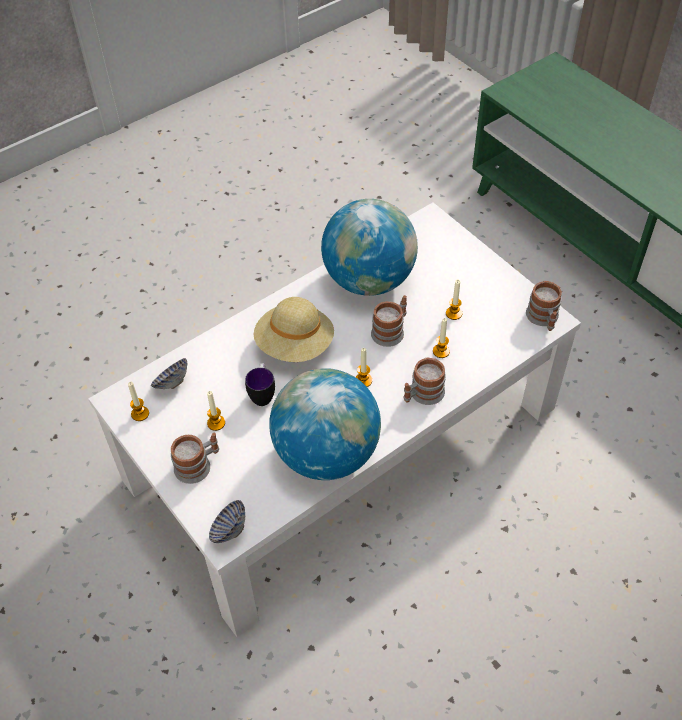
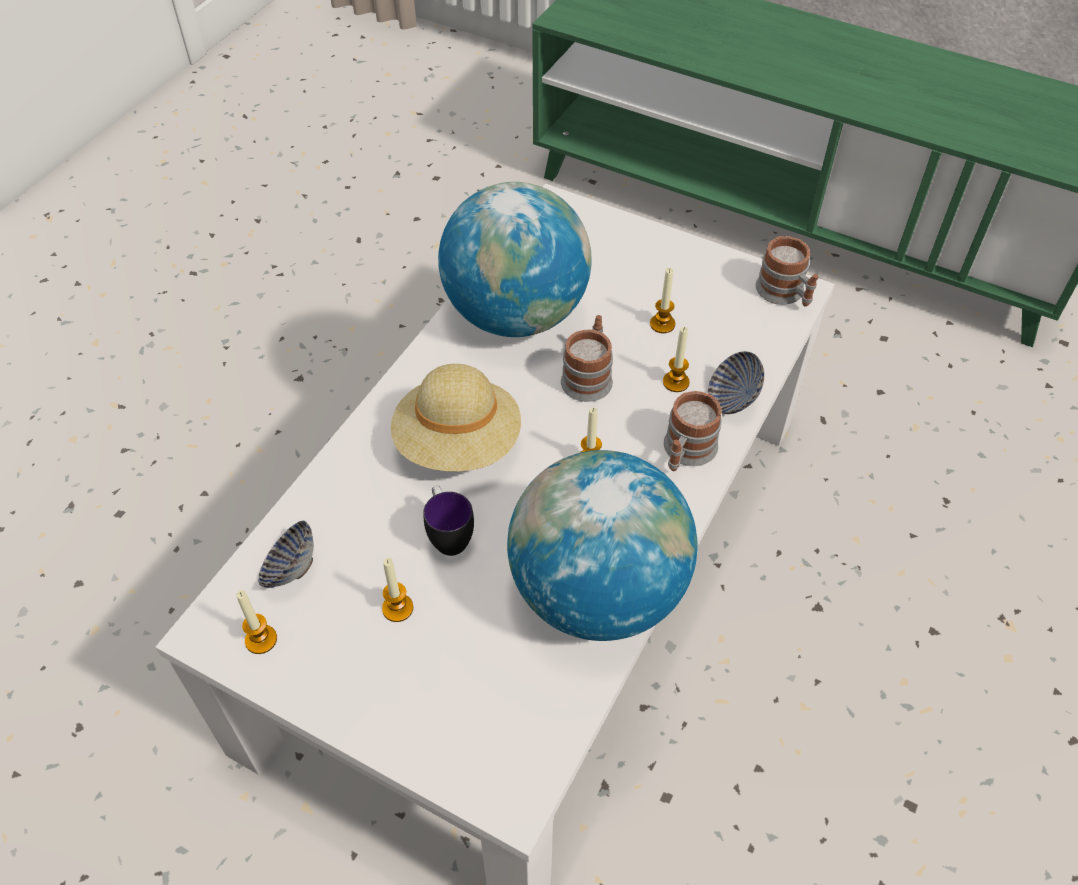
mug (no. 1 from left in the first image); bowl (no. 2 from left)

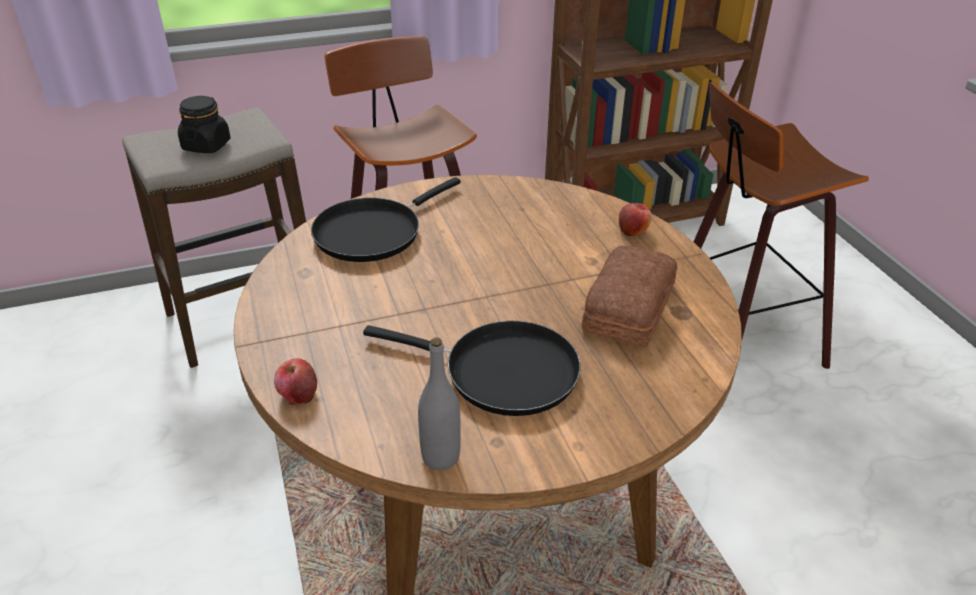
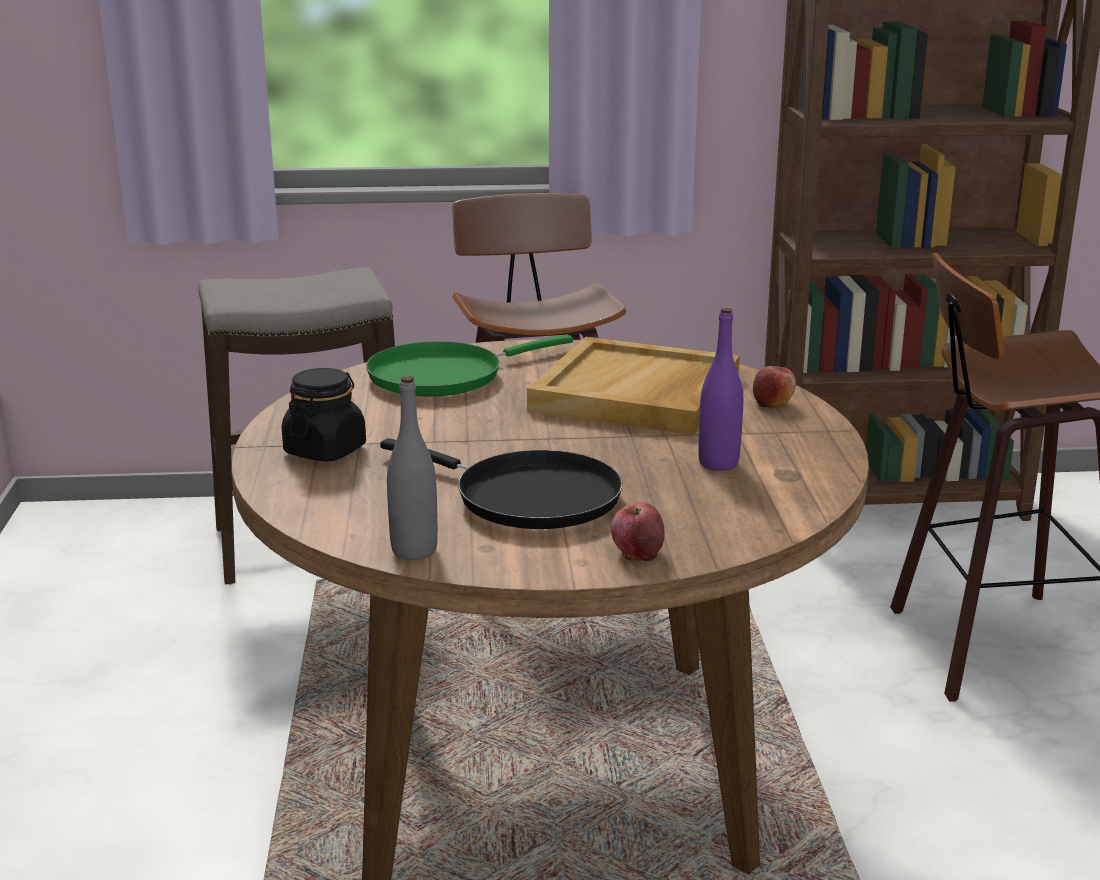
black preserve jar; apple (no. 1 from left); greenish pan; purplish drink bottle; sand-coloured tray

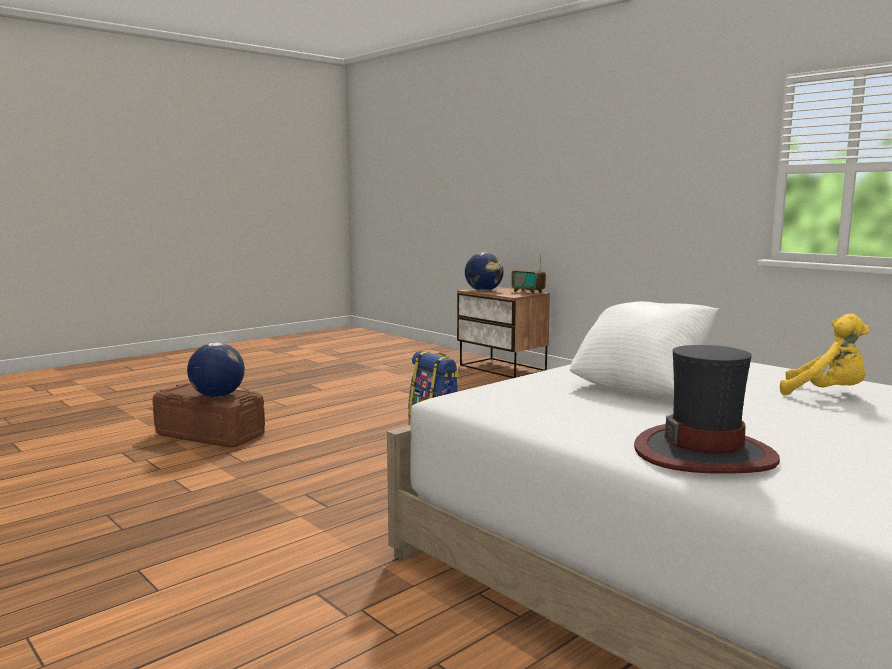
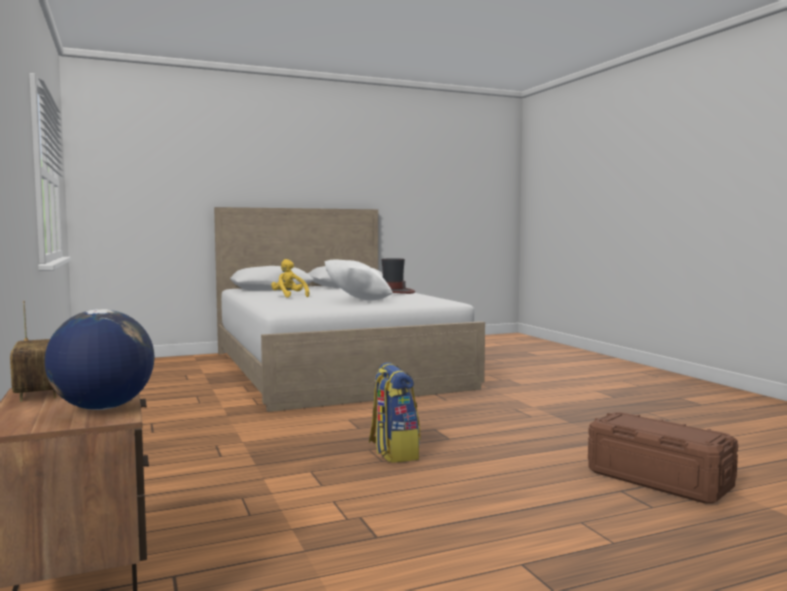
world globe (no. 1 from left in the first image)

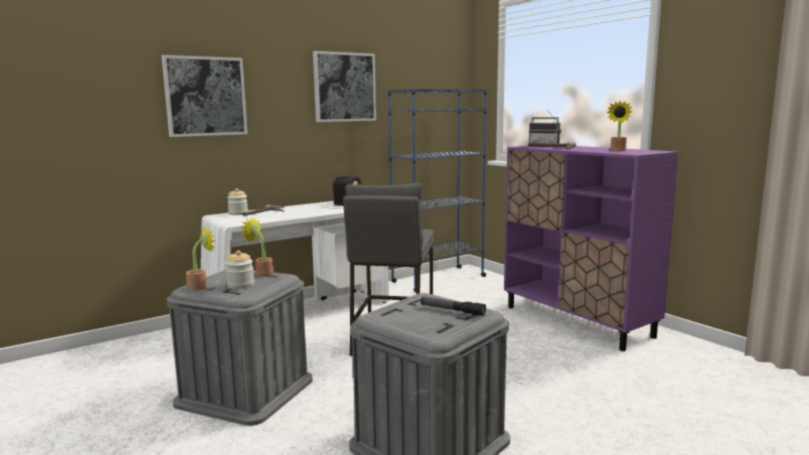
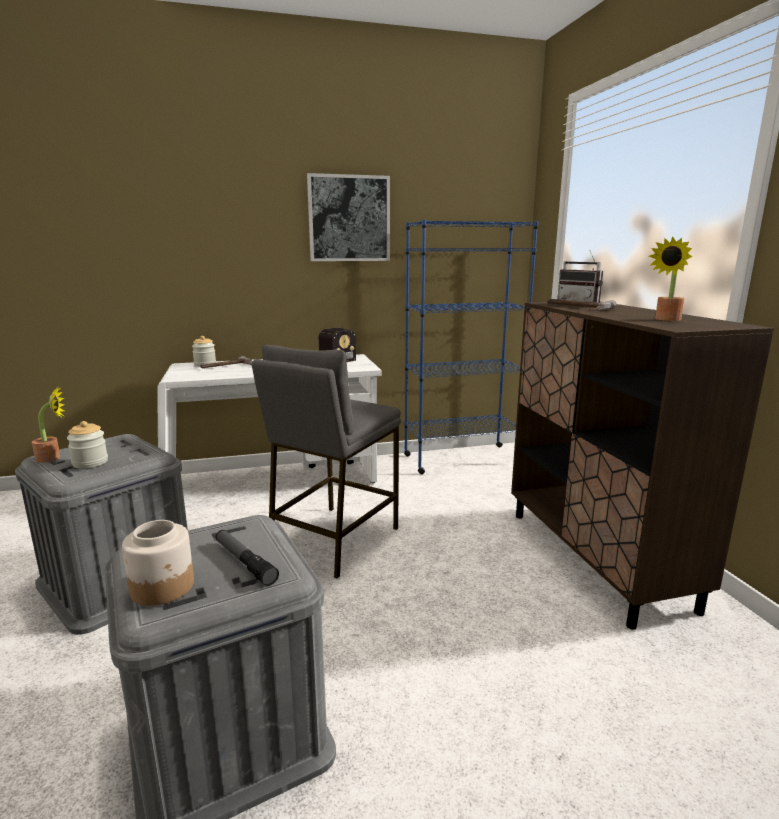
wall art (no. 1 from left in the first image); plant in a pot (no. 2 from left in the first image); brownish storage cabinet; preserve jar (no. 2 from left)

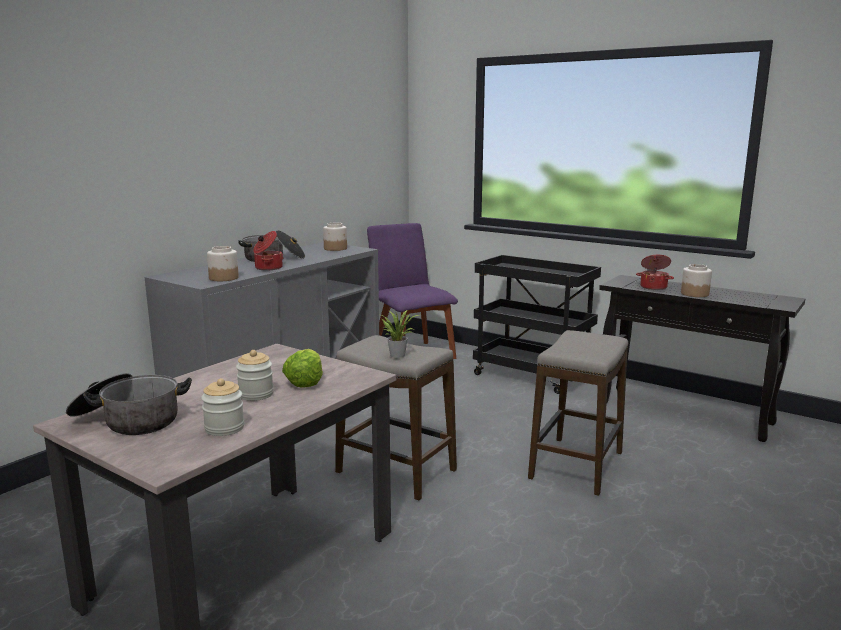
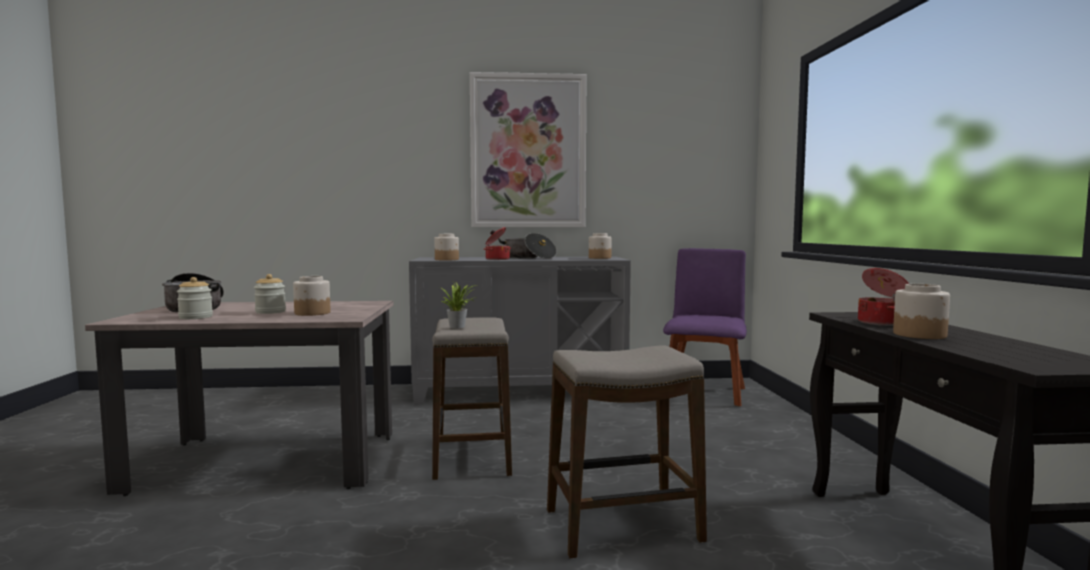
preserve jar (no. 3 from left); black trolley; wall art

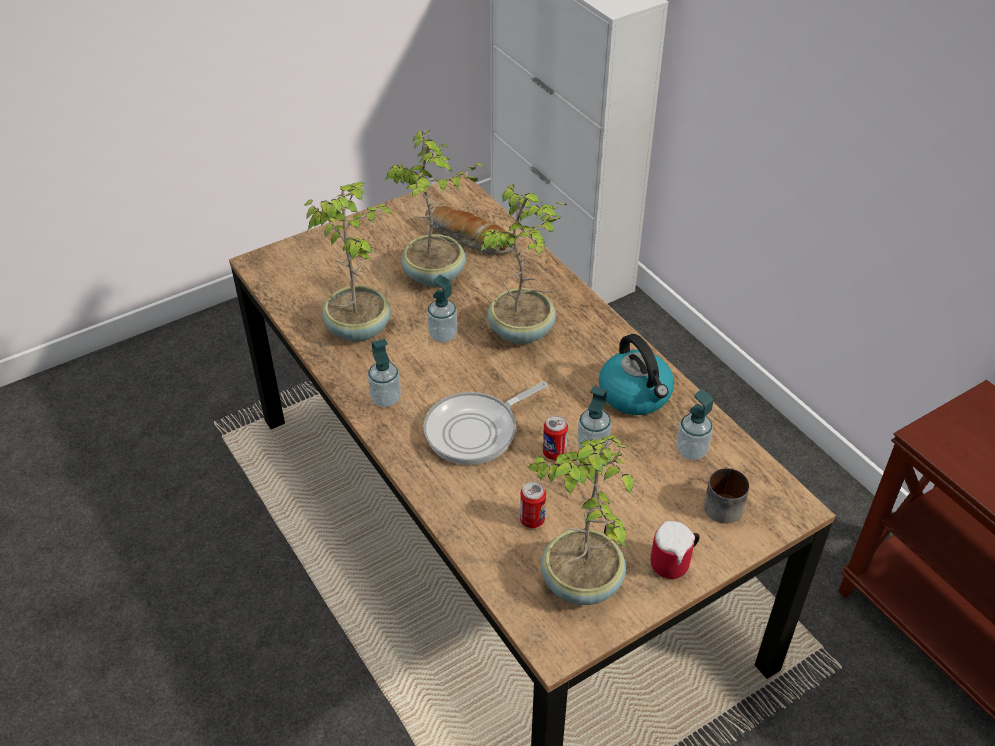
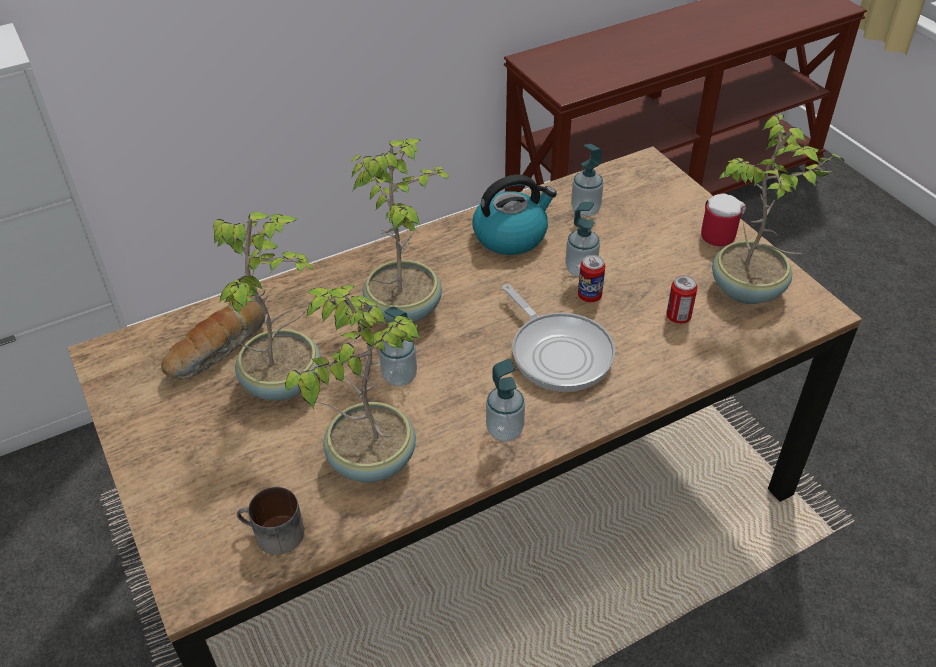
mug (no. 1 from left)

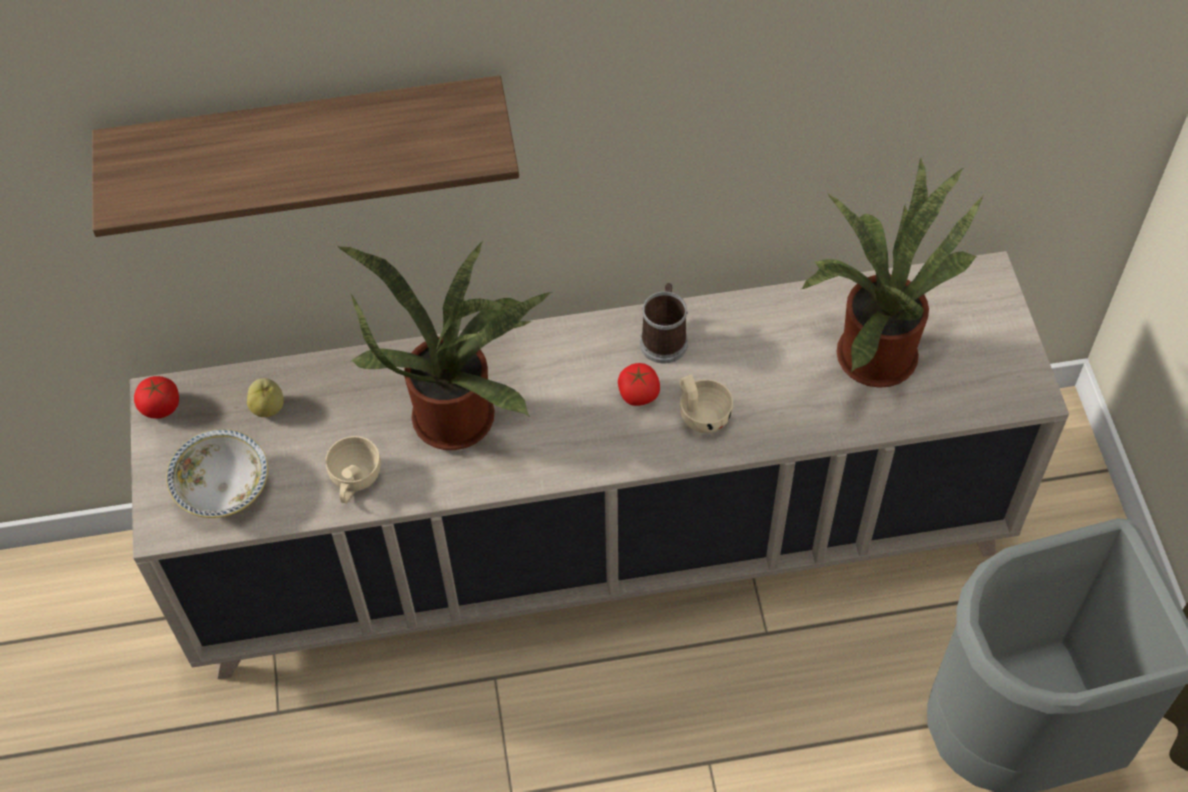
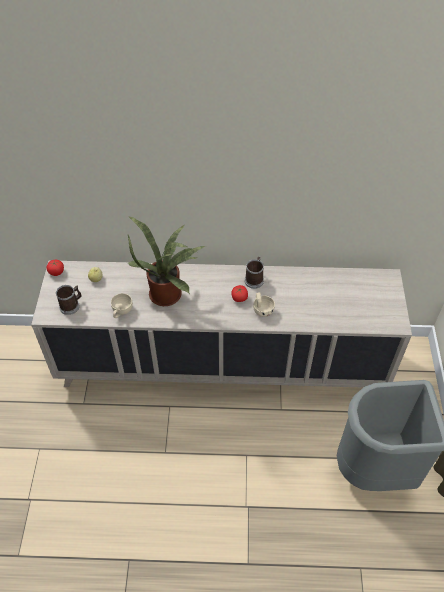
wall shelf; mug (no. 1 from left); plant in a pot (no. 2 from left in the first image)

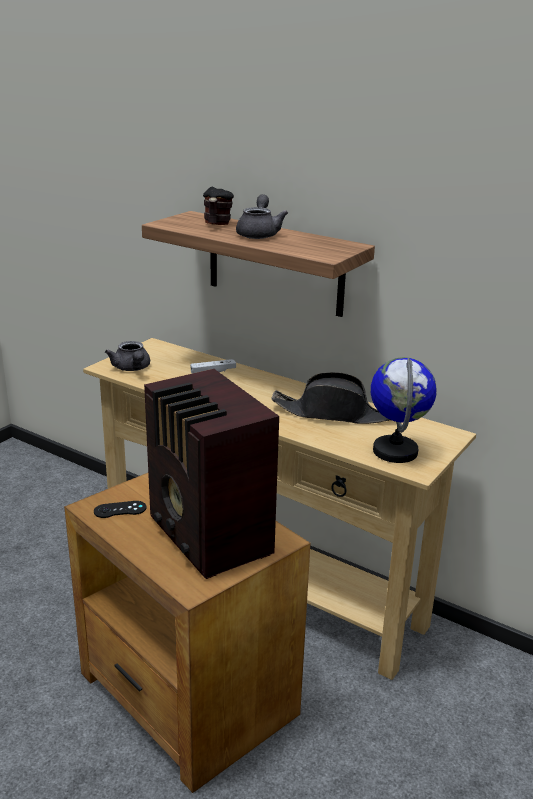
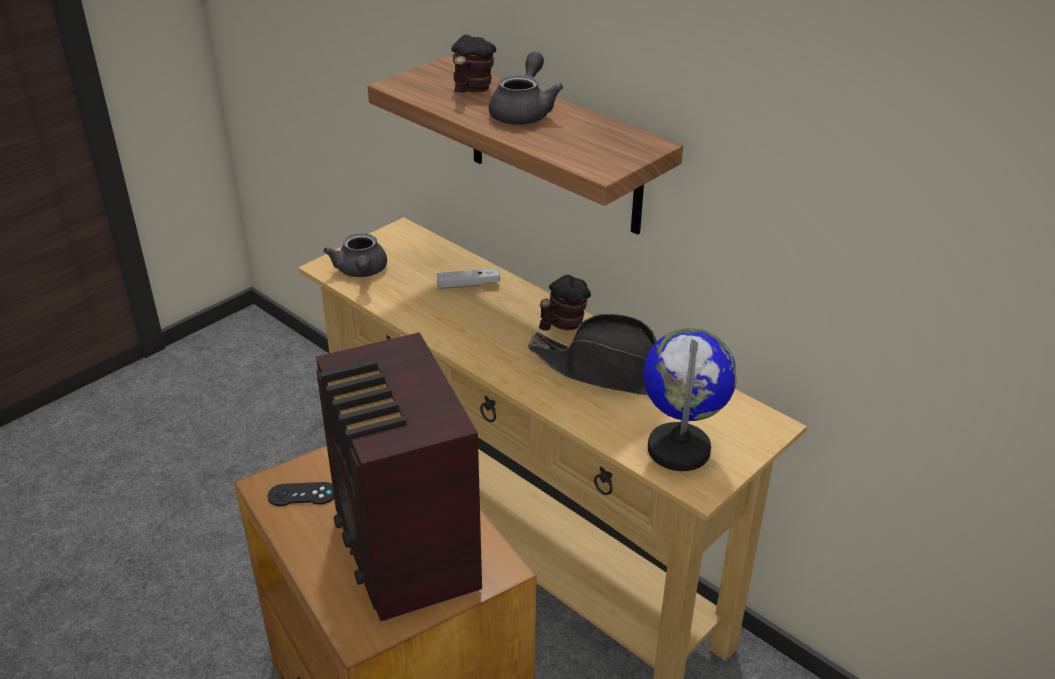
mug (no. 2 from left)

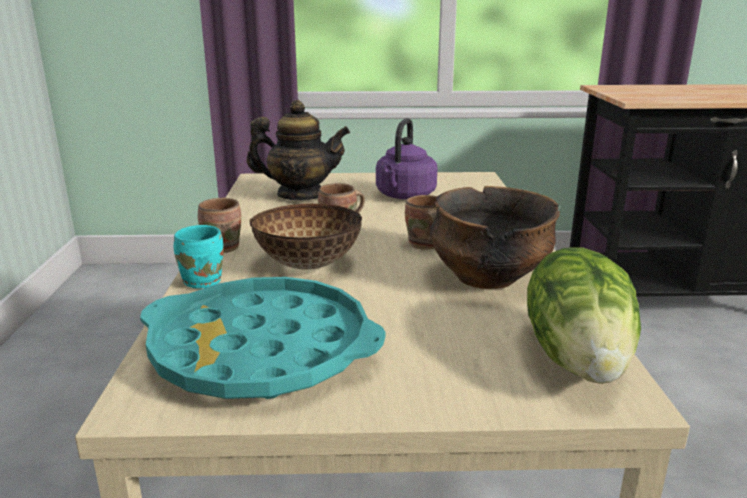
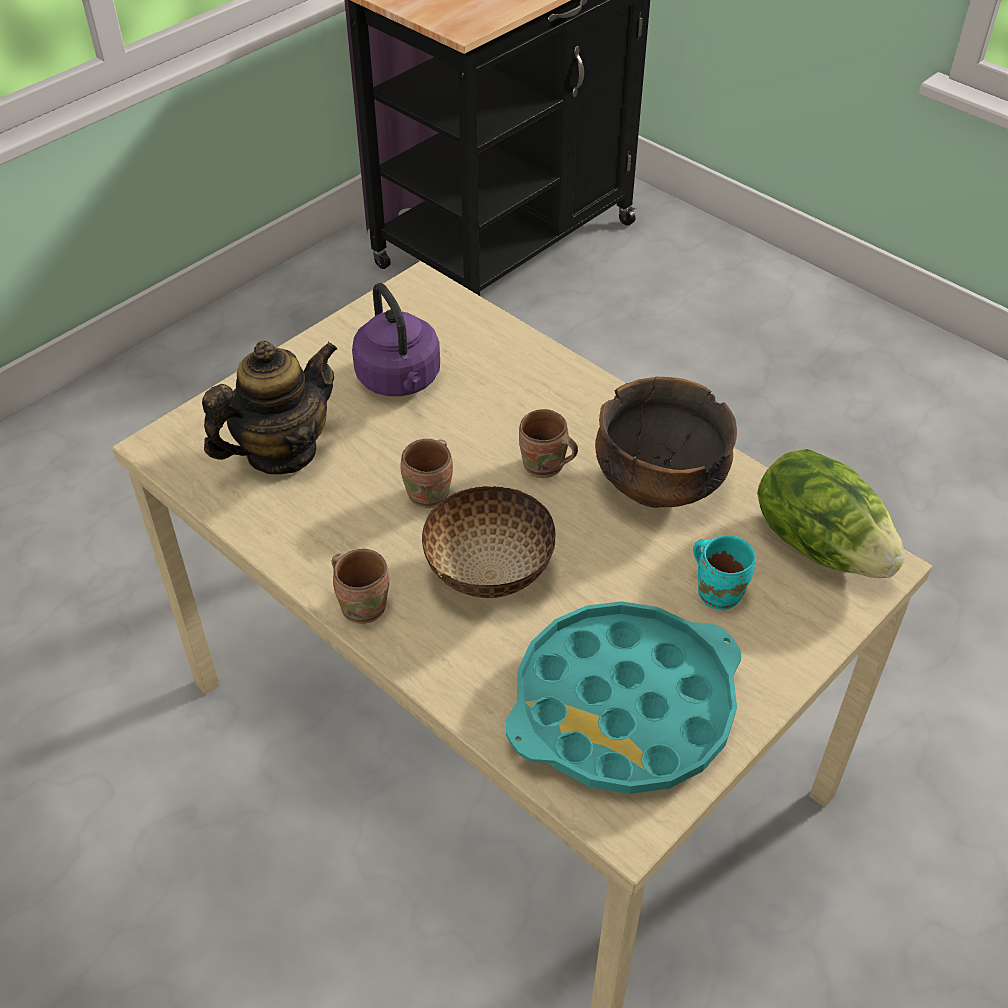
blue-green mug

